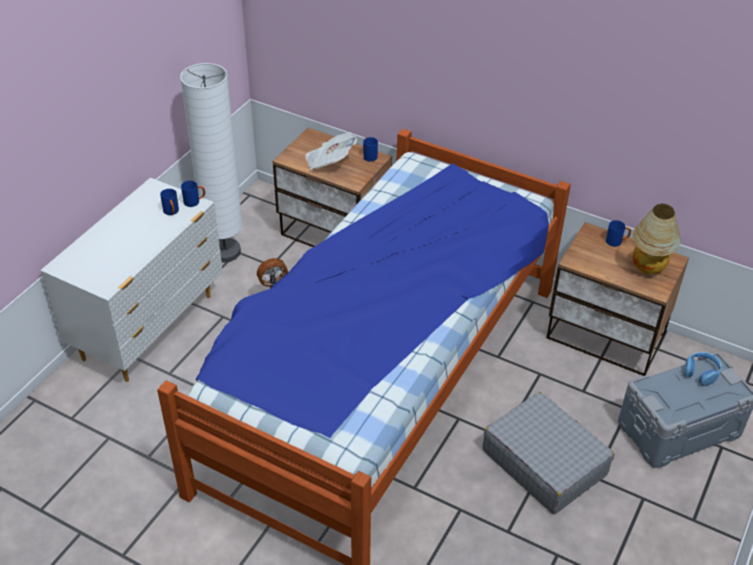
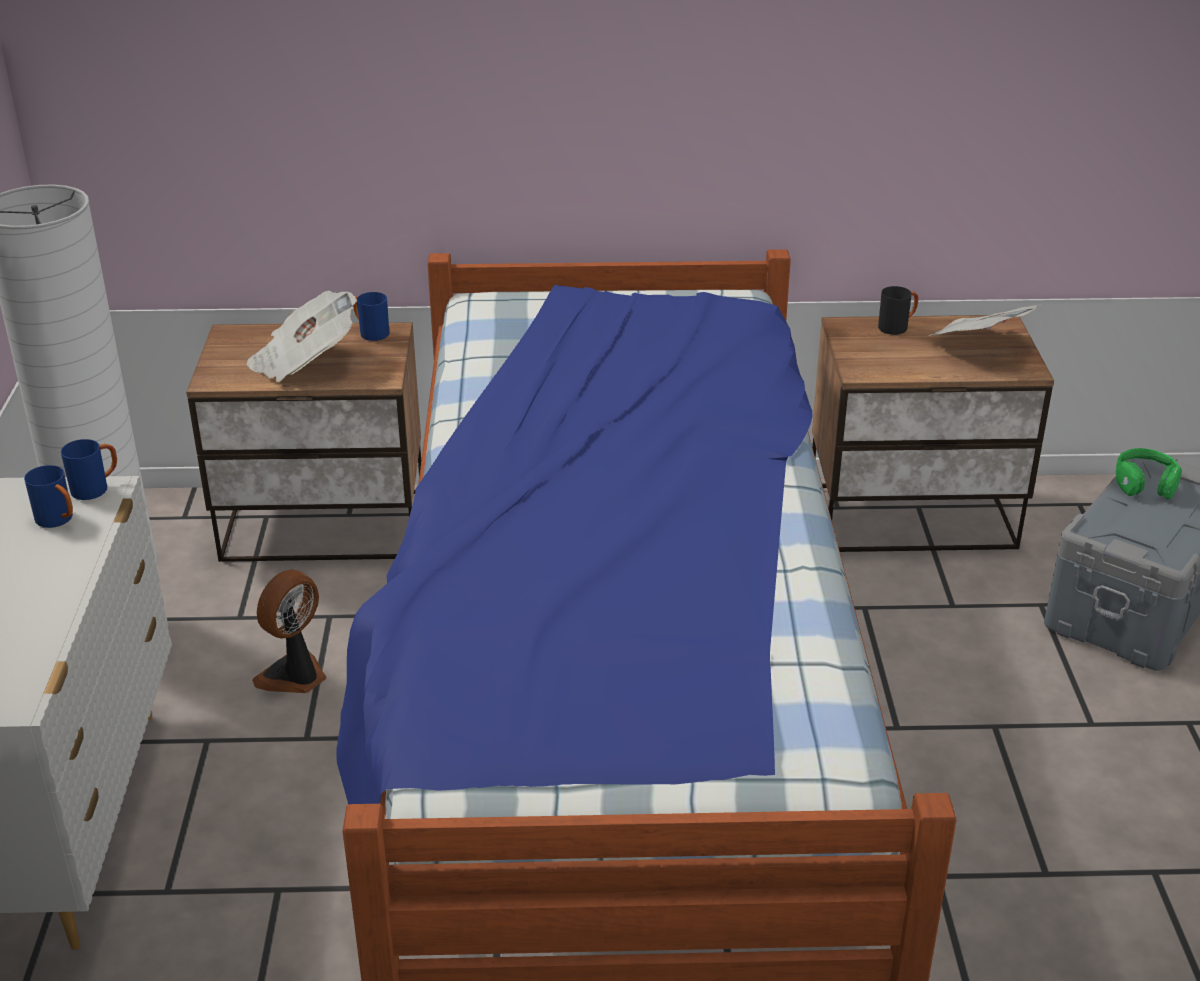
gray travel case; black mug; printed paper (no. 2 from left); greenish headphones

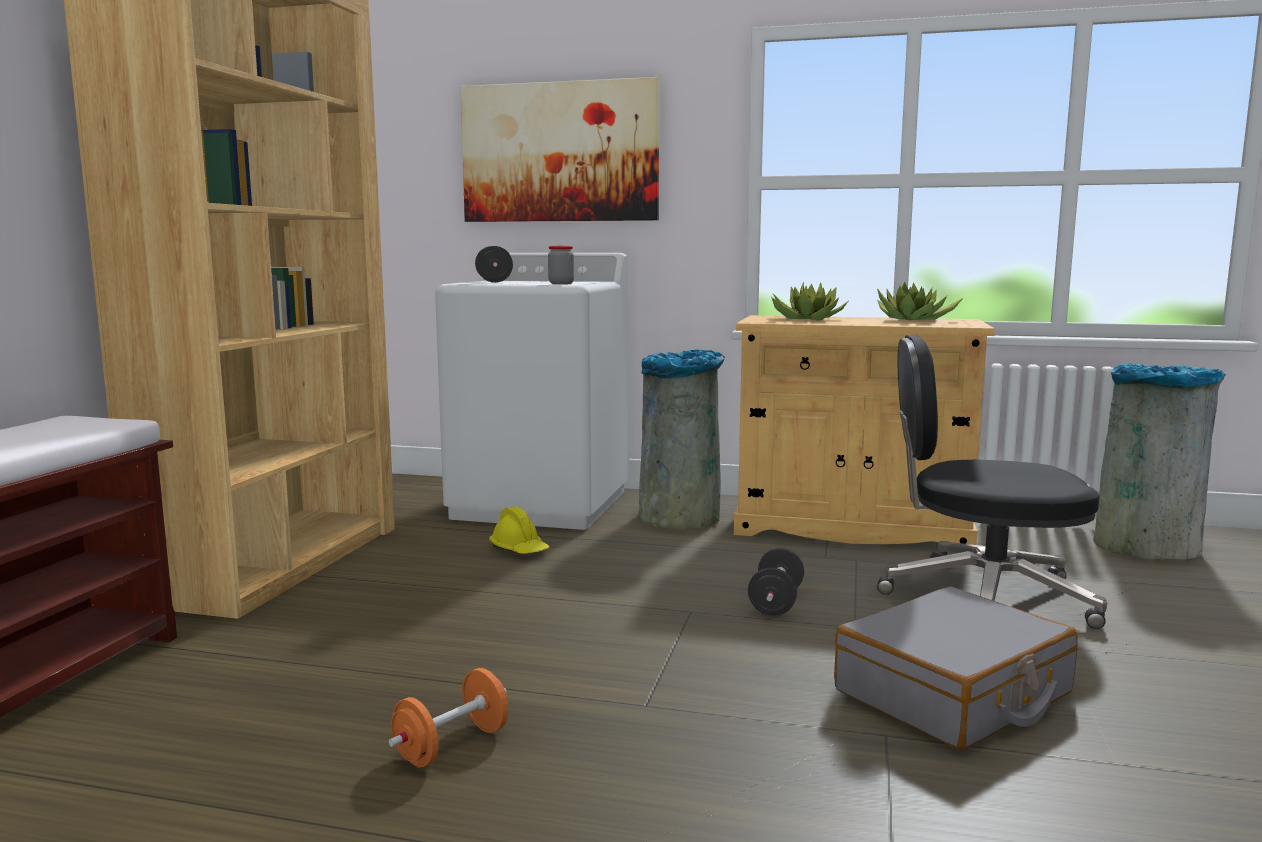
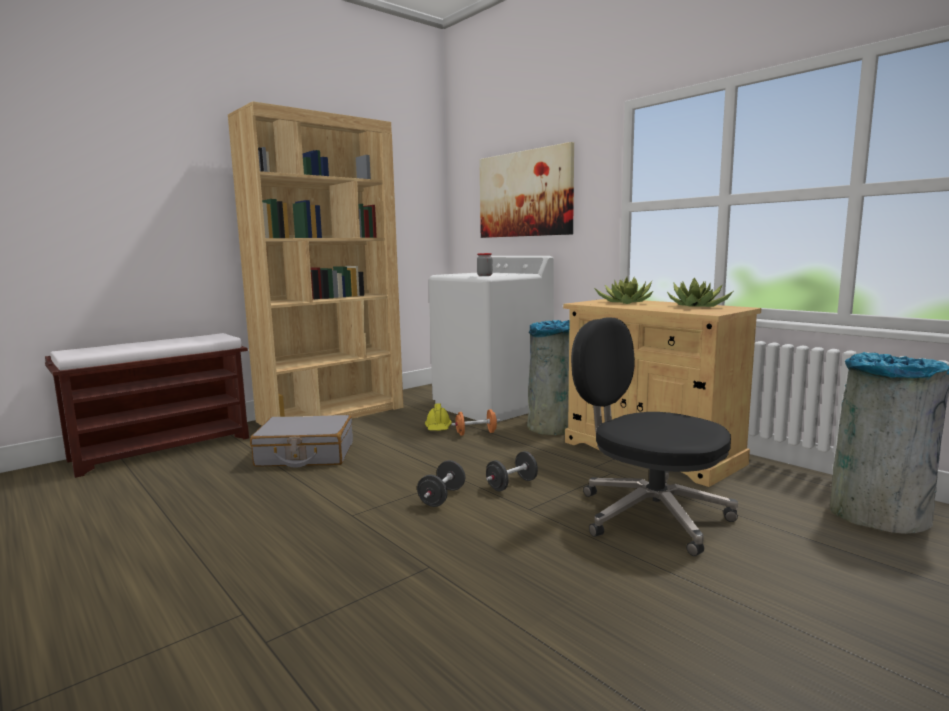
orange hand weight; black hand weight (no. 1 from left); gray travel case

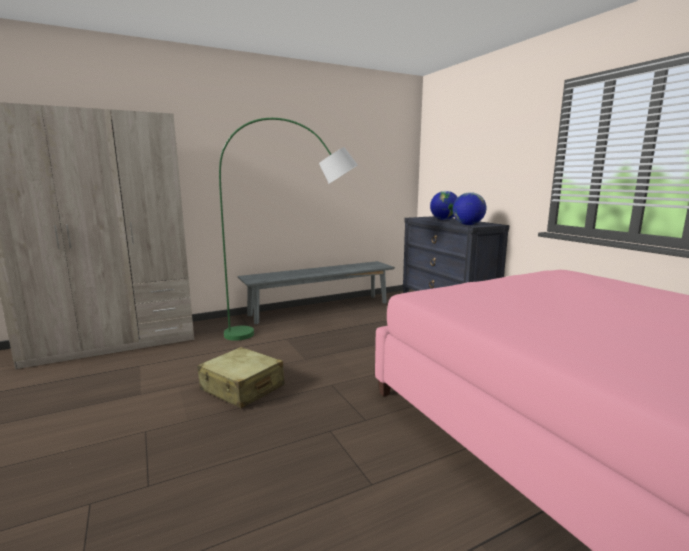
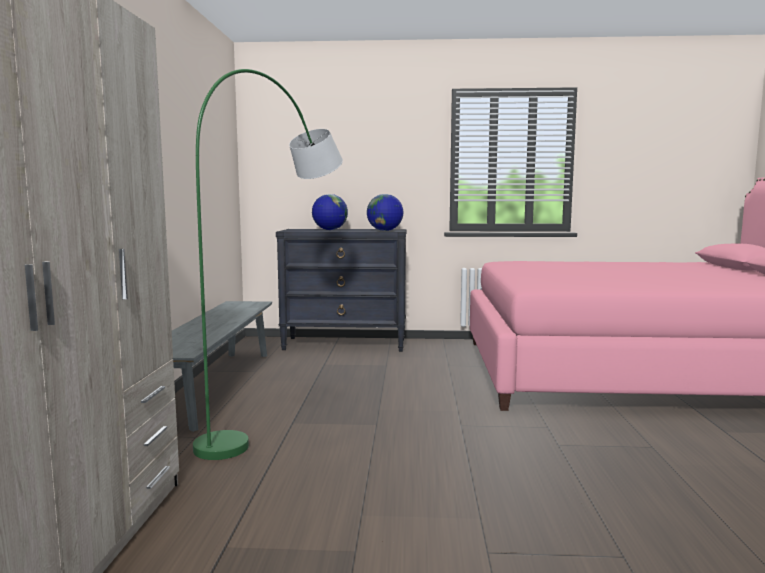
sand-coloured travel case

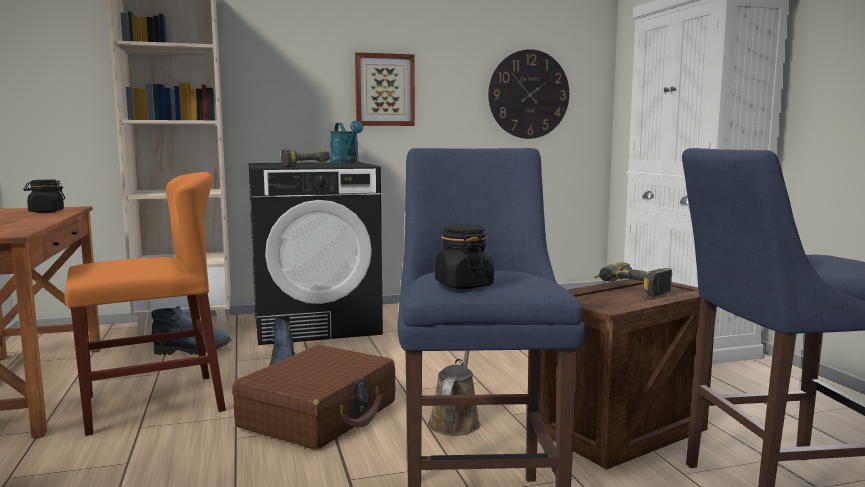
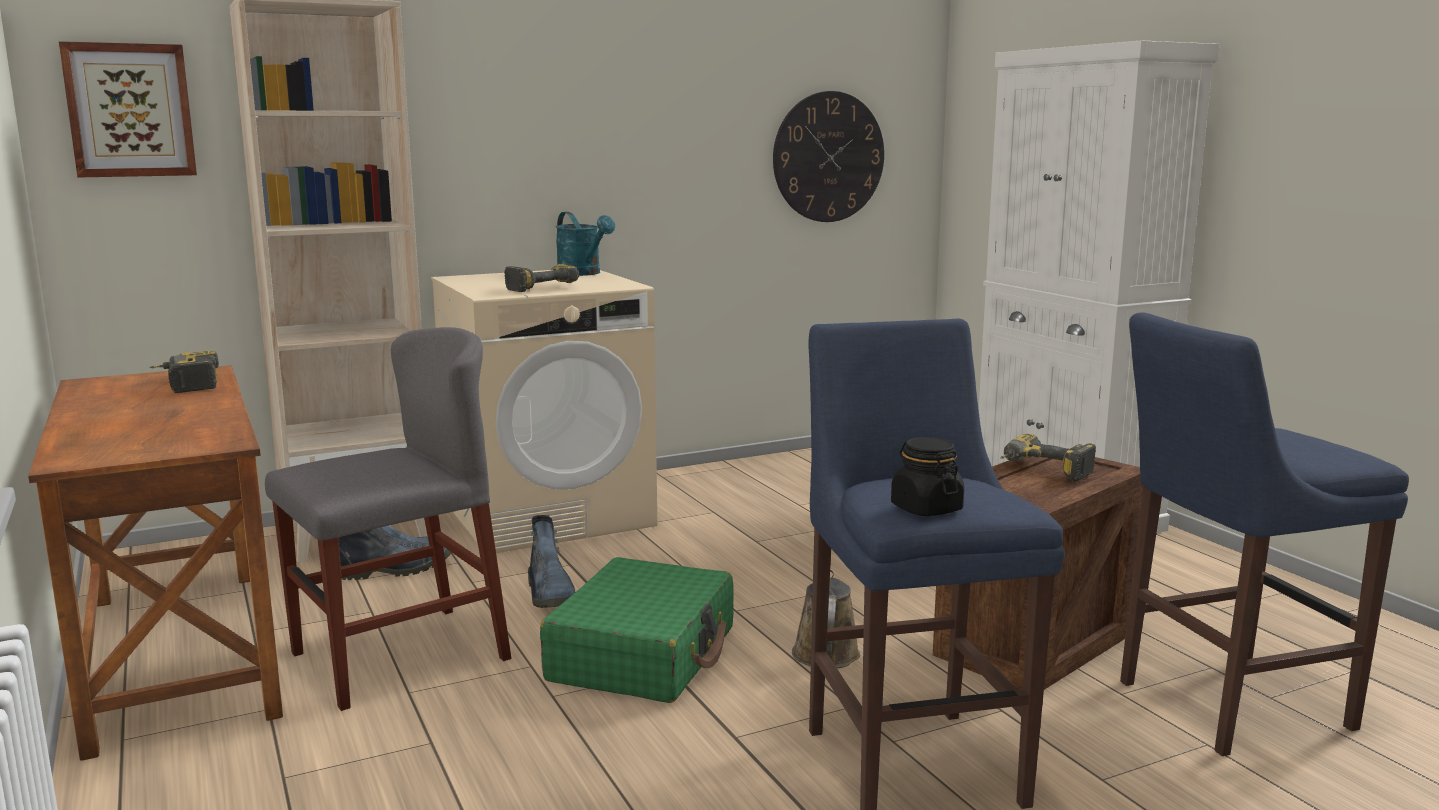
drill (no. 1 from left); gray plain chair; greenish travel case; sand-coloured laundry machine; wall art

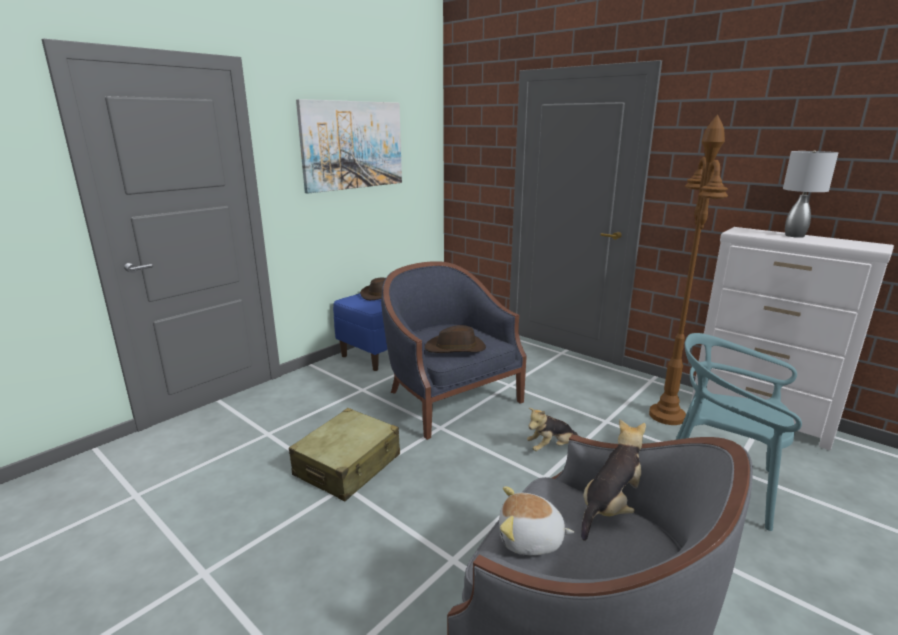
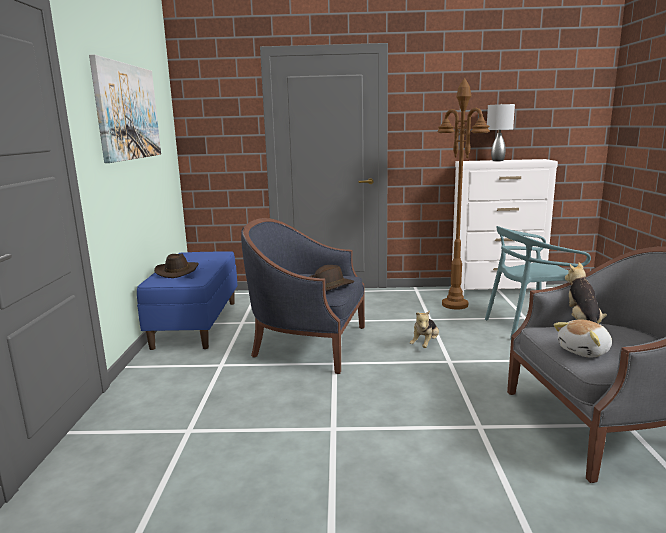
sand-coloured travel case

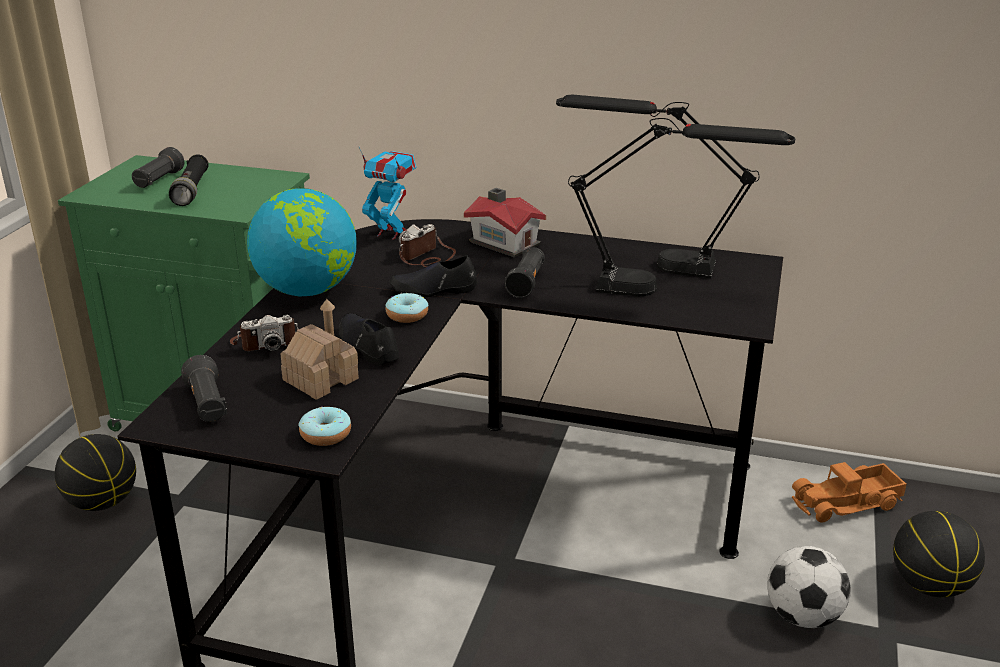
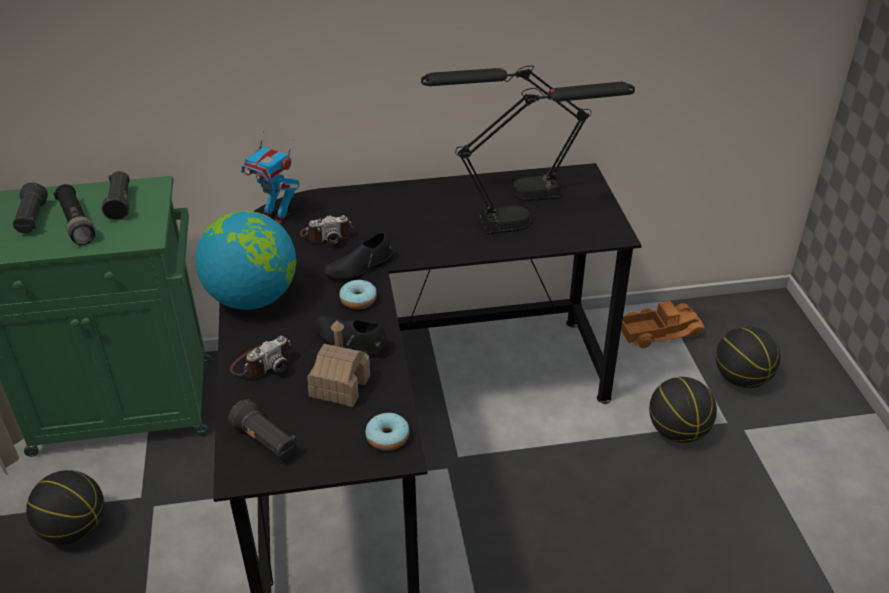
robot figure; still camera (no. 2 from left); toy house (no. 2 from left in the first image); black torch (no. 3 from left); basketball (no. 2 from left); toy truck

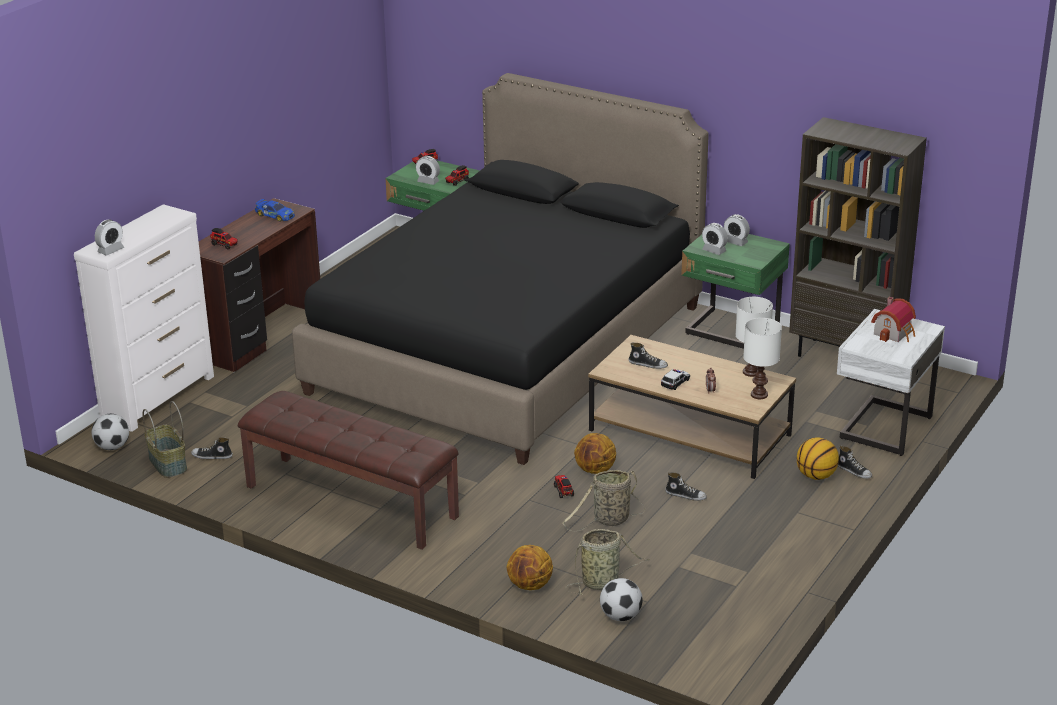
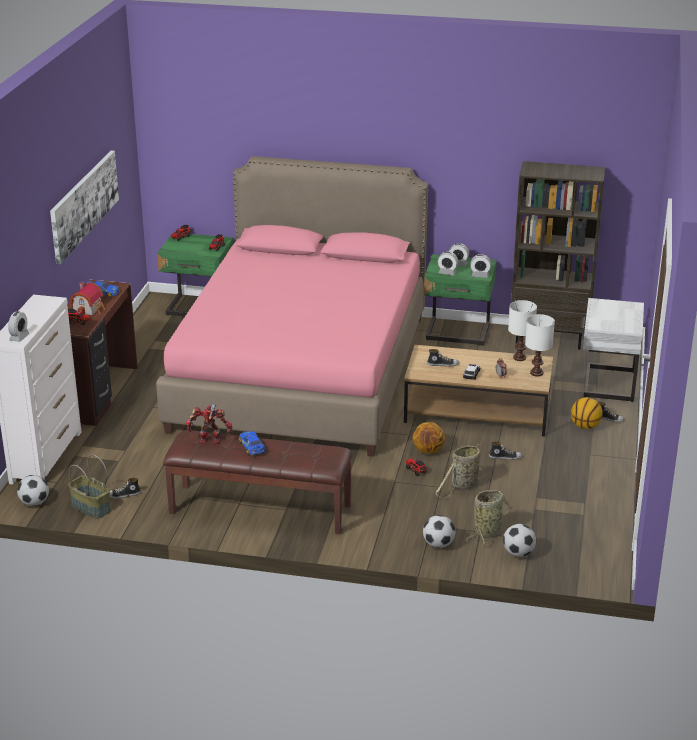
pinkish bed; bedside clock (no. 4 from left); football (no. 2 from left); toy house; wall art; robot figure; miniature car (no. 2 from left)

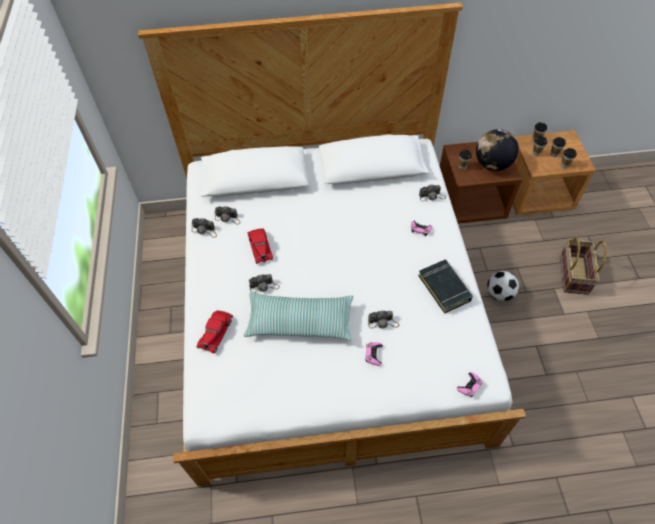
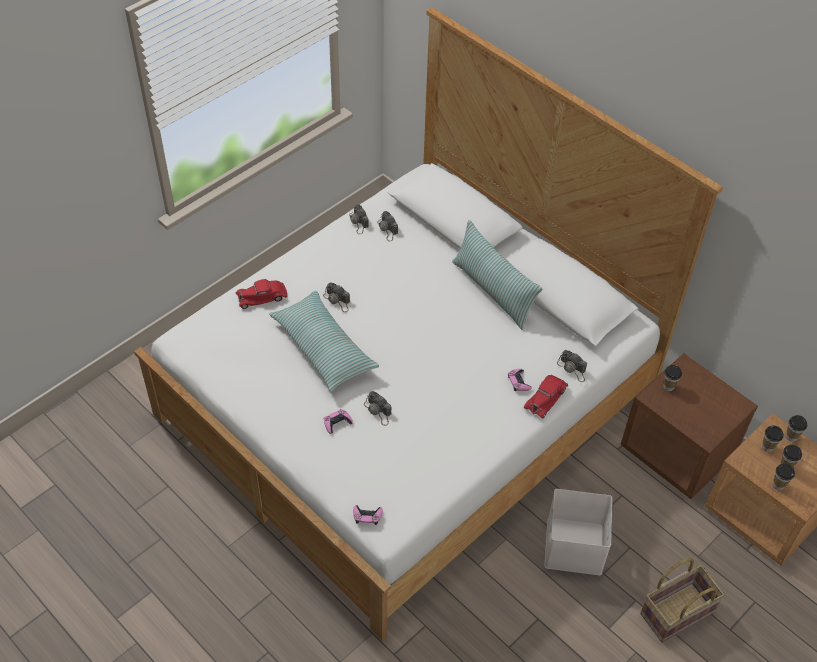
red-coloured miniature car (no. 2 from left); black bound book; world globe; white storage container; throw pillow (no. 2 from left)

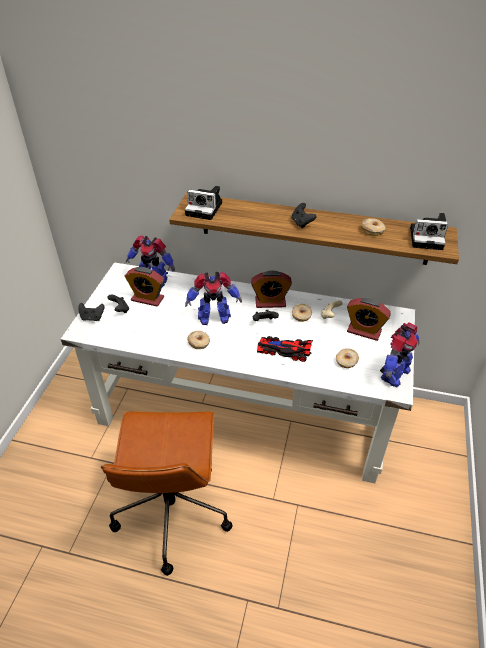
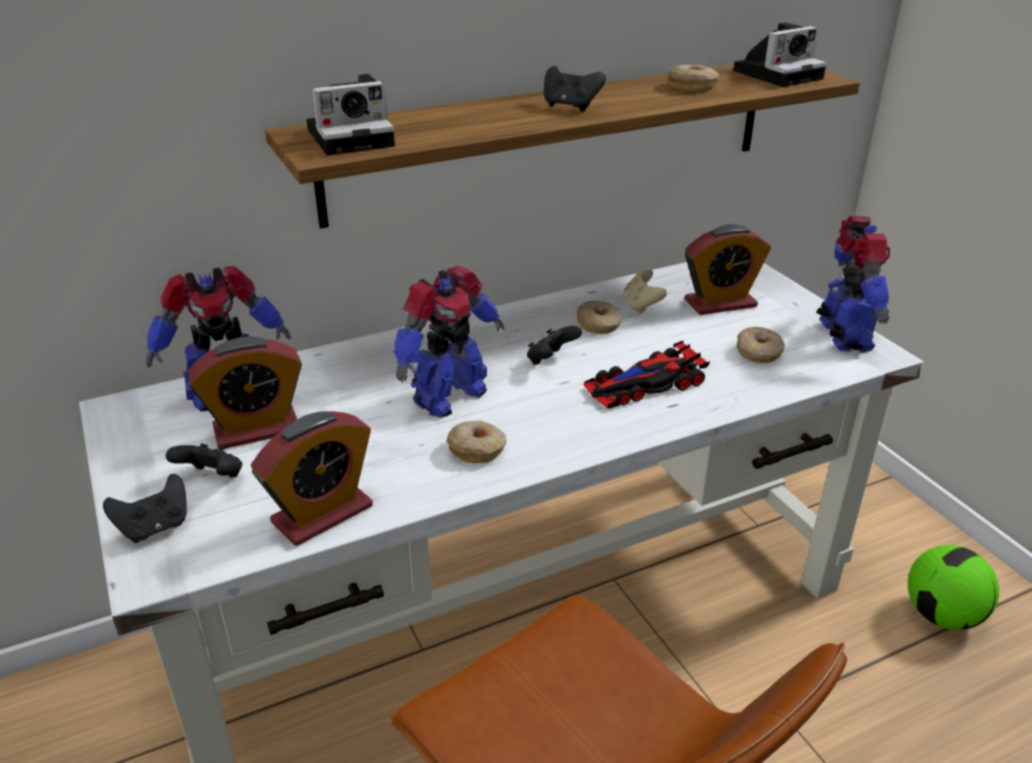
bedside clock (no. 2 from left); football

